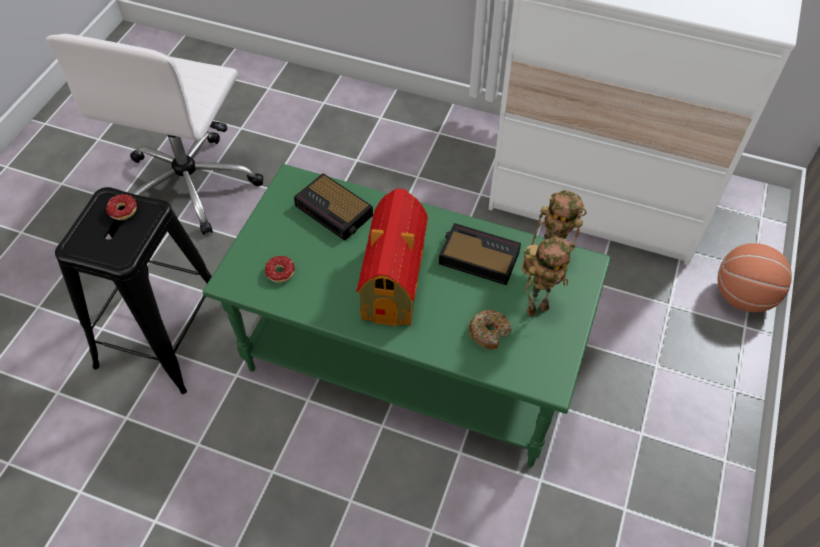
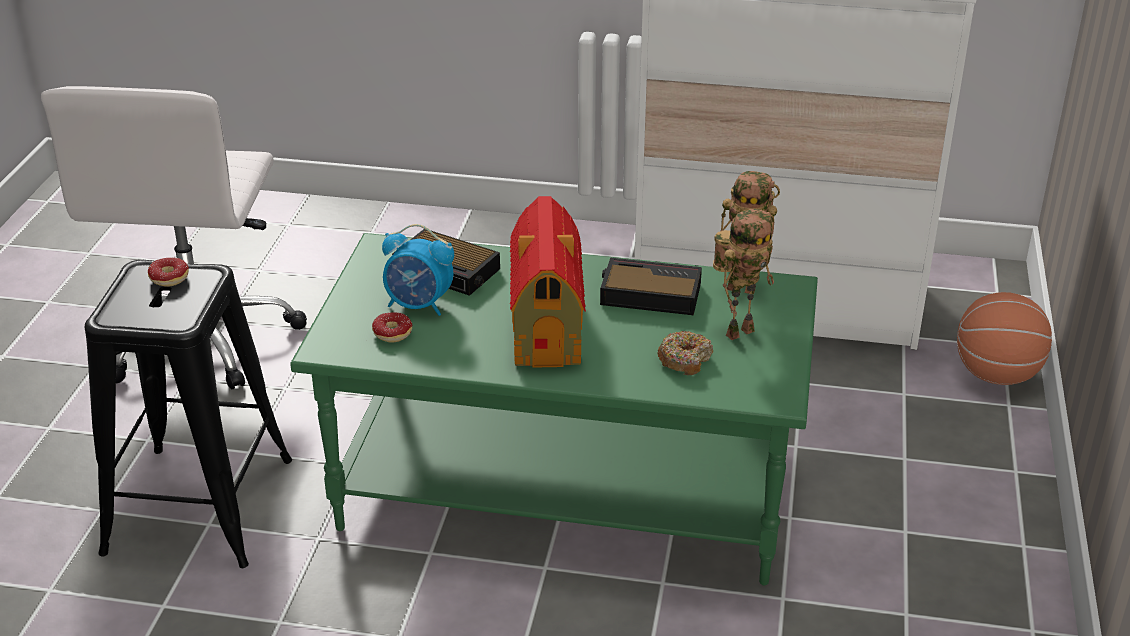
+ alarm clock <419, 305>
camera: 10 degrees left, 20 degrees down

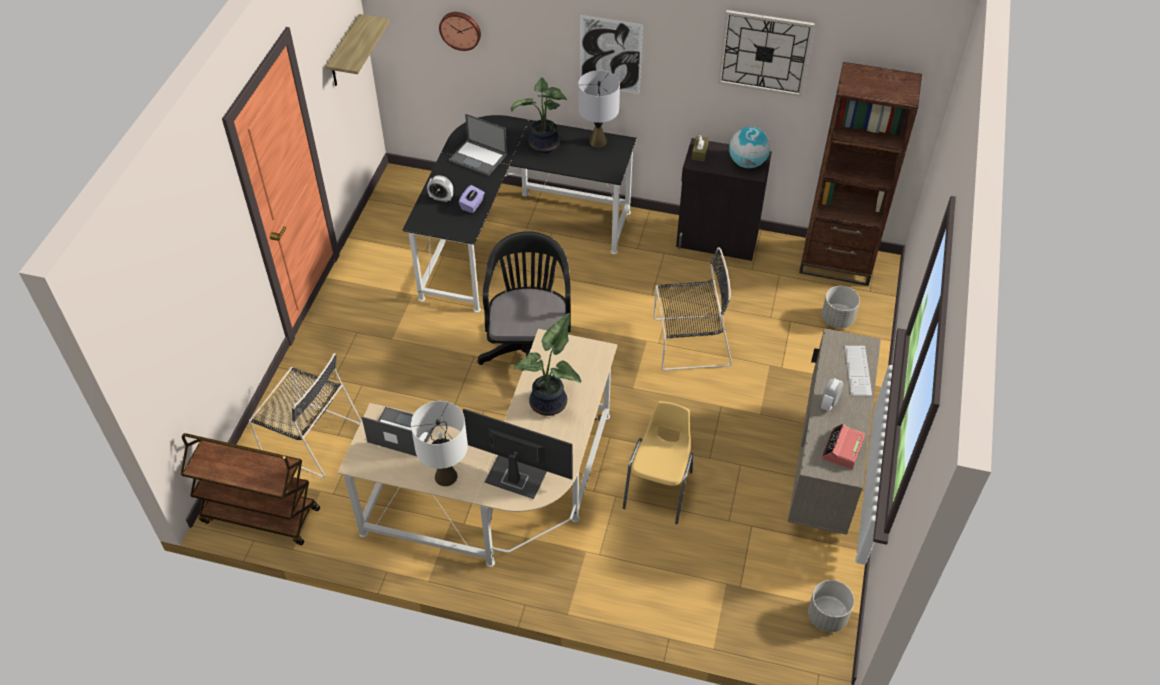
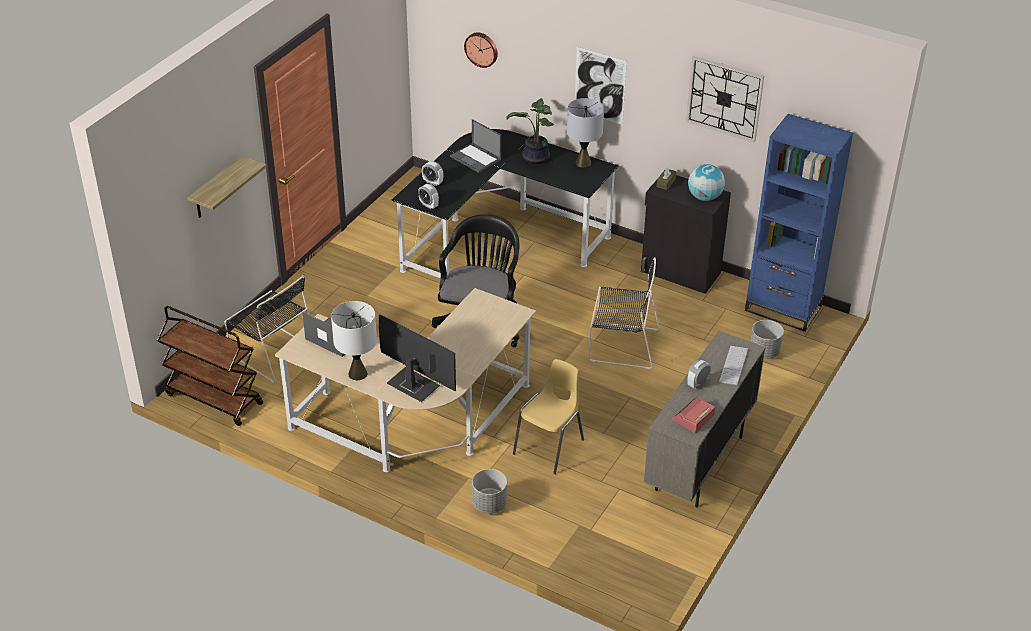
~ shelf <344, 53> to <216, 188>
+ alarm clock <428, 205>
~ grey flower pot <827, 616> to <489, 504>
~ brown bookcase <836, 262> to bluish bookcase <783, 309>
- purple tissue box <472, 205>
- potted plant <551, 402>
camera: 15 degrees right, 10 degrees down

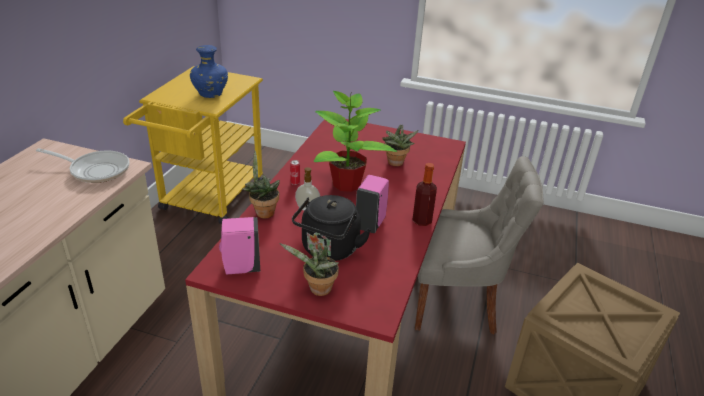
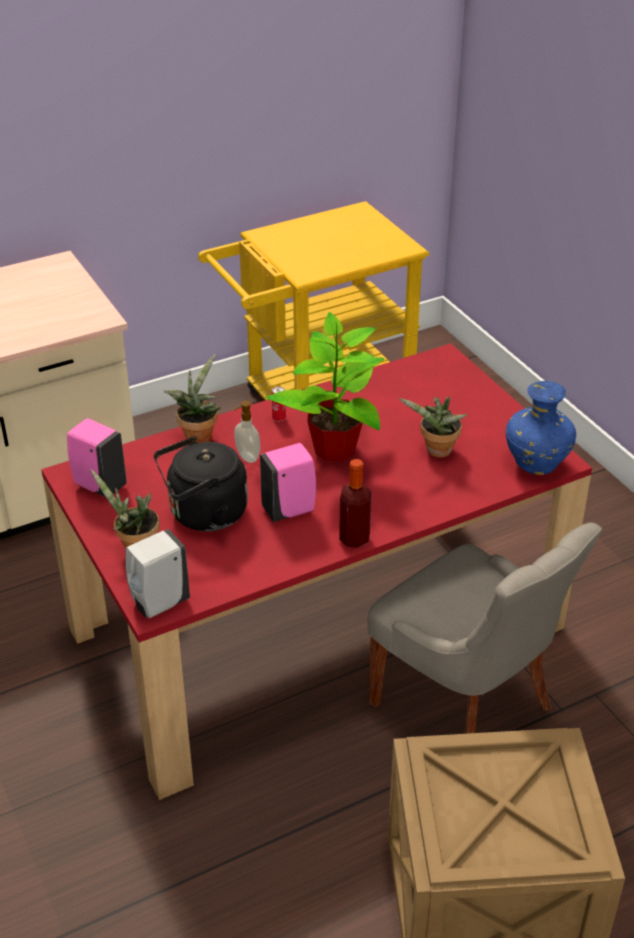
+ whitish soap bottle <158, 604>
~ bluish flower vase <210, 94> to <536, 463>
- pan <96, 170>
camera: 45 degrees right, 5 degrees up

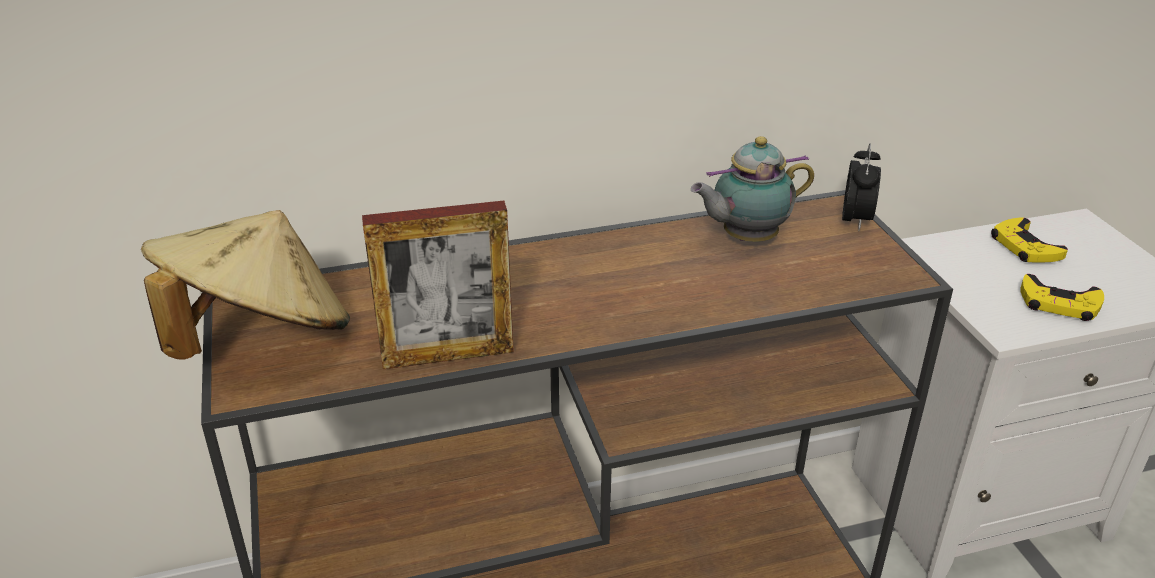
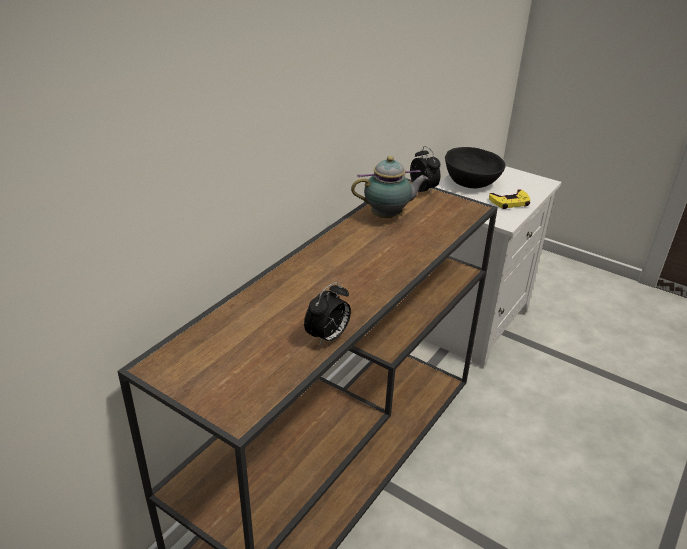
~ standing frame <448, 355> to alarm clock <328, 337>
~ pot for tea <745, 238> = <388, 217> 135 degrees counterclockwise
~ yellow joypad <1024, 247> to blackish serving bowl <470, 182>
- sand-coloured hat <259, 338>
camera: 40 degrees left, 0 degrees up

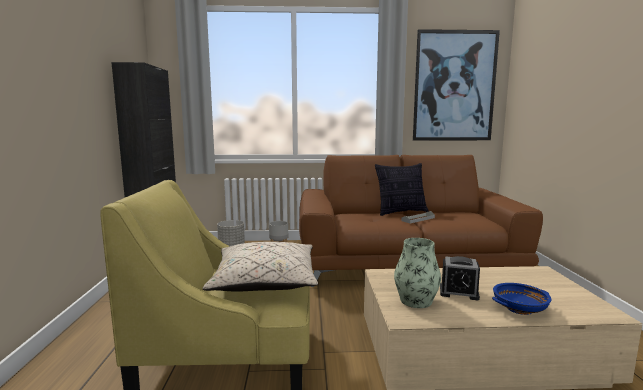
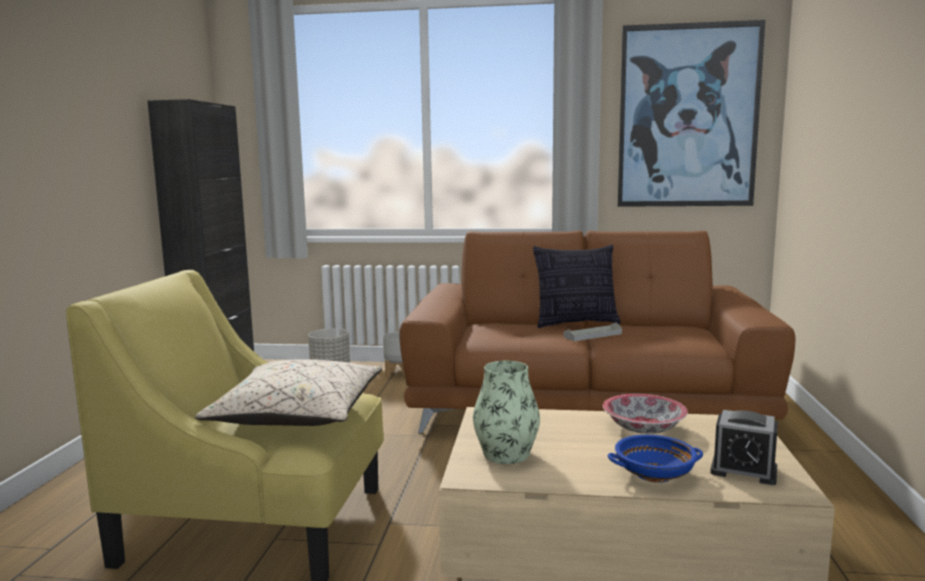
+ serving bowl <643, 428>
~ alarm clock <459, 292> to <743, 470>
camera: 10 degrees right, 0 degrees up

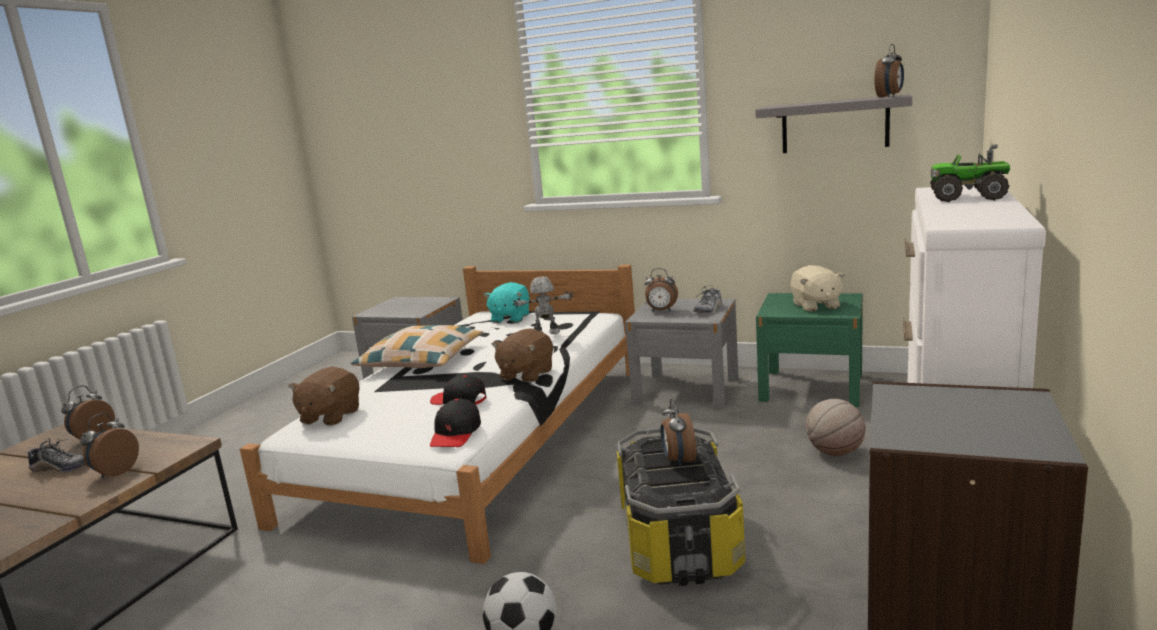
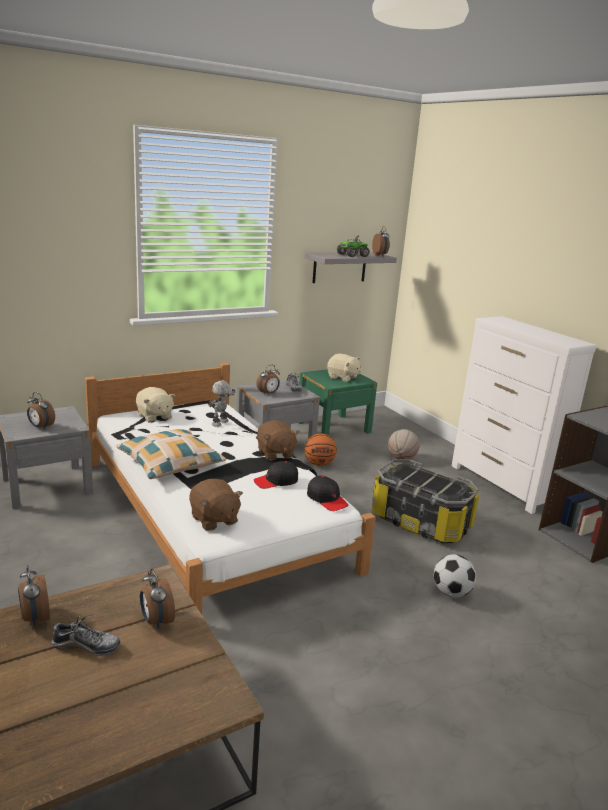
~ alarm clock <678, 460> to <40, 427>
~ shoe <61, 468> = <86, 646> 45 degrees clockwise
~ turquoise-coloured cuddly toy <510, 318> to sand-coloured cuddly toy <154, 417>
+ basketball ball <319, 464>
~ toy truck <969, 197> to <353, 255>
camera: 55 degrees left, 5 degrees up

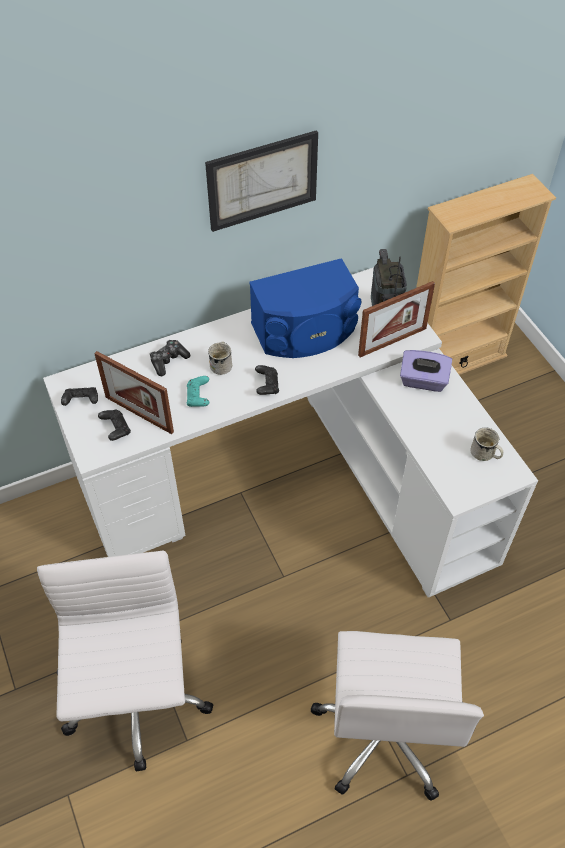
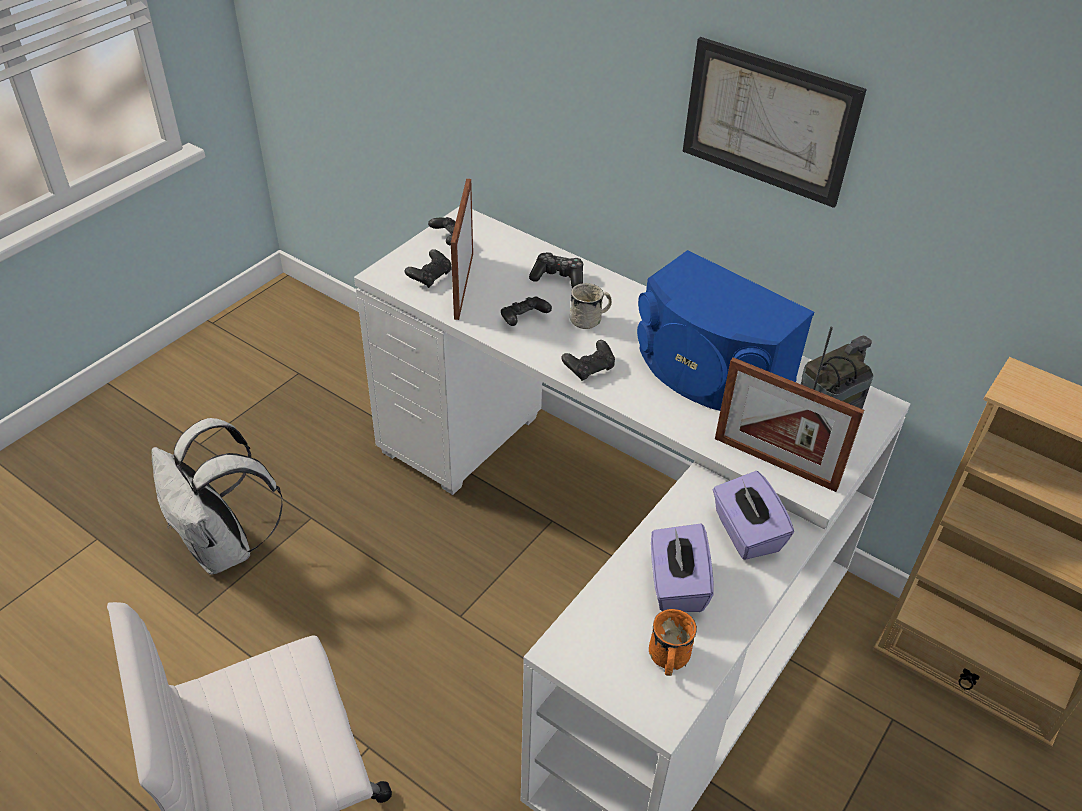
~ whitish computer chair <137, 703> to whitish knapsack <224, 548>
~ turquoise-coloured joypad <198, 397> to blackish joypad <524, 320>
~ whitish mug <485, 454> to orange-coloured mug <667, 660>
+ purple tissue box <676, 584>
camera: 60 degrees right, 10 degrees down

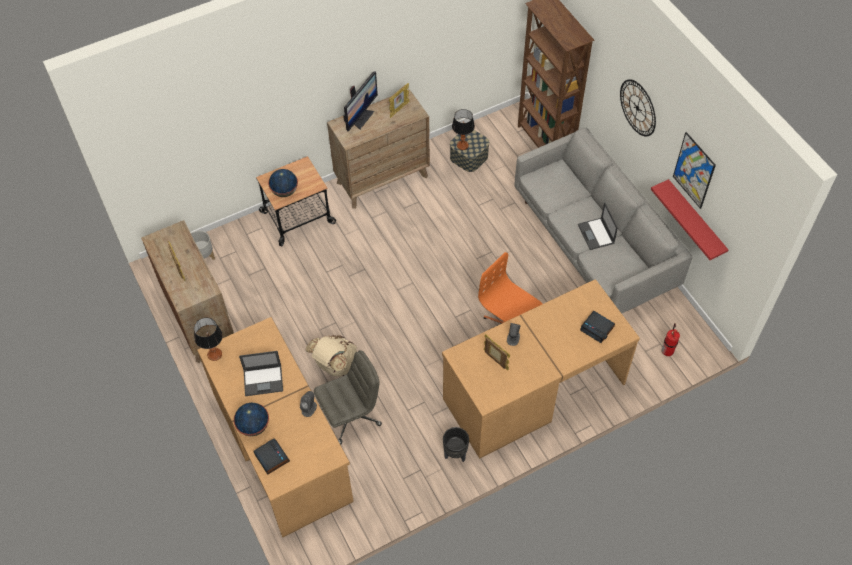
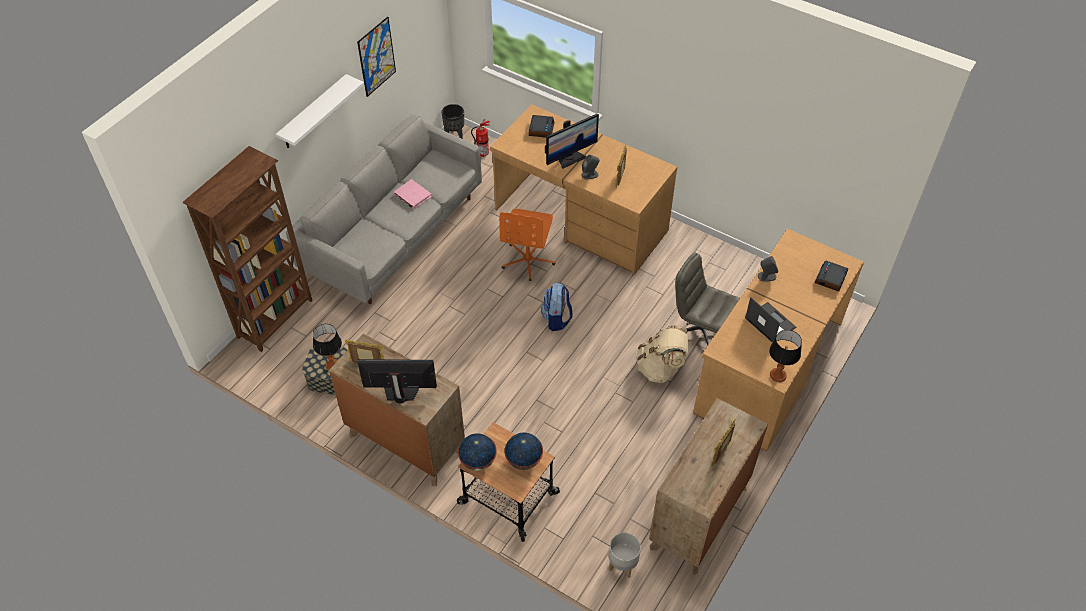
~ clock on the wall <637, 108> to whitish shelf <313, 113>
~ notebook computer <596, 234> to pink book <412, 196>
~ blackish flower pot <455, 454> to <455, 135>
~ globe <253, 426> to <477, 461>
+ knapsack <557, 319>
+ computer screen <570, 158>
- reddish shelf <695, 220>
camera: 120 degrees left, 5 degrees down

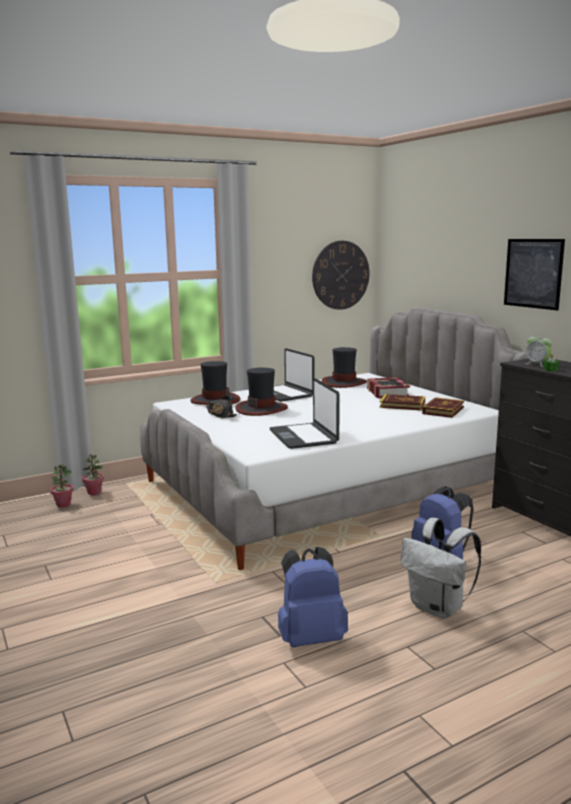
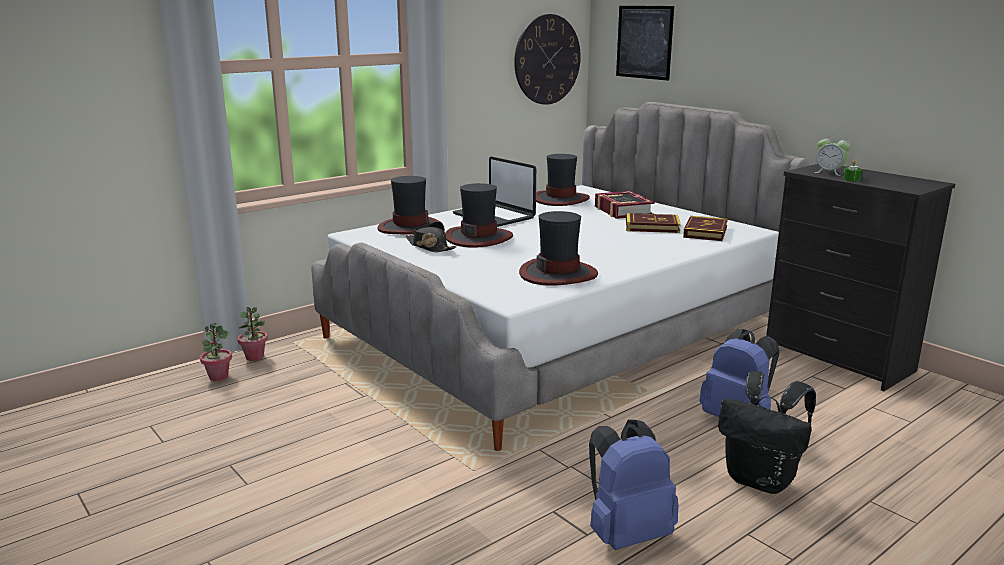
~ notebook computer <304, 437> to hat <558, 274>
~ wall art <533, 273> to <644, 42>
~ whitish knapsack <438, 608> to blackish knapsack <761, 480>
camera: 10 degrees left, 5 degrees up

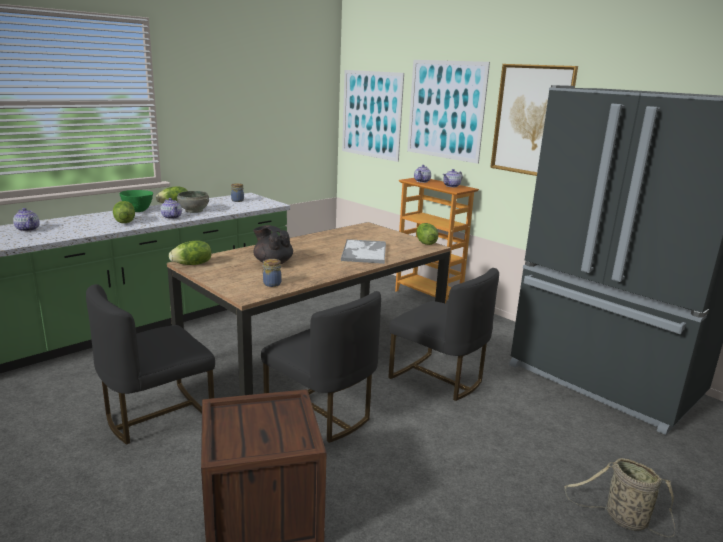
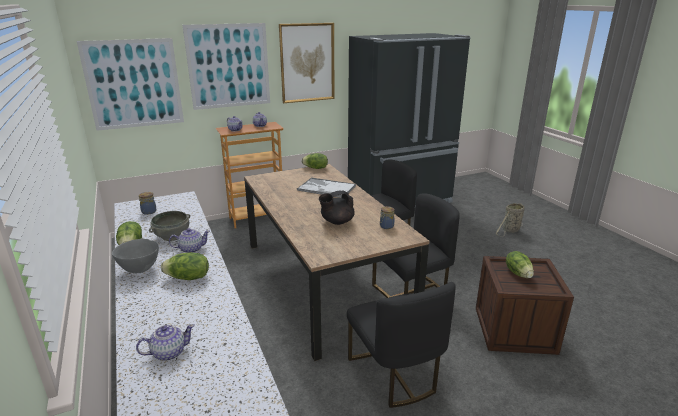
~ green-coloured serving bowl <138, 211> to grey serving bowl <140, 269>
~ head of lettuce <192, 264> to <518, 273>
camera: 70 degrees left, 5 degrees up

